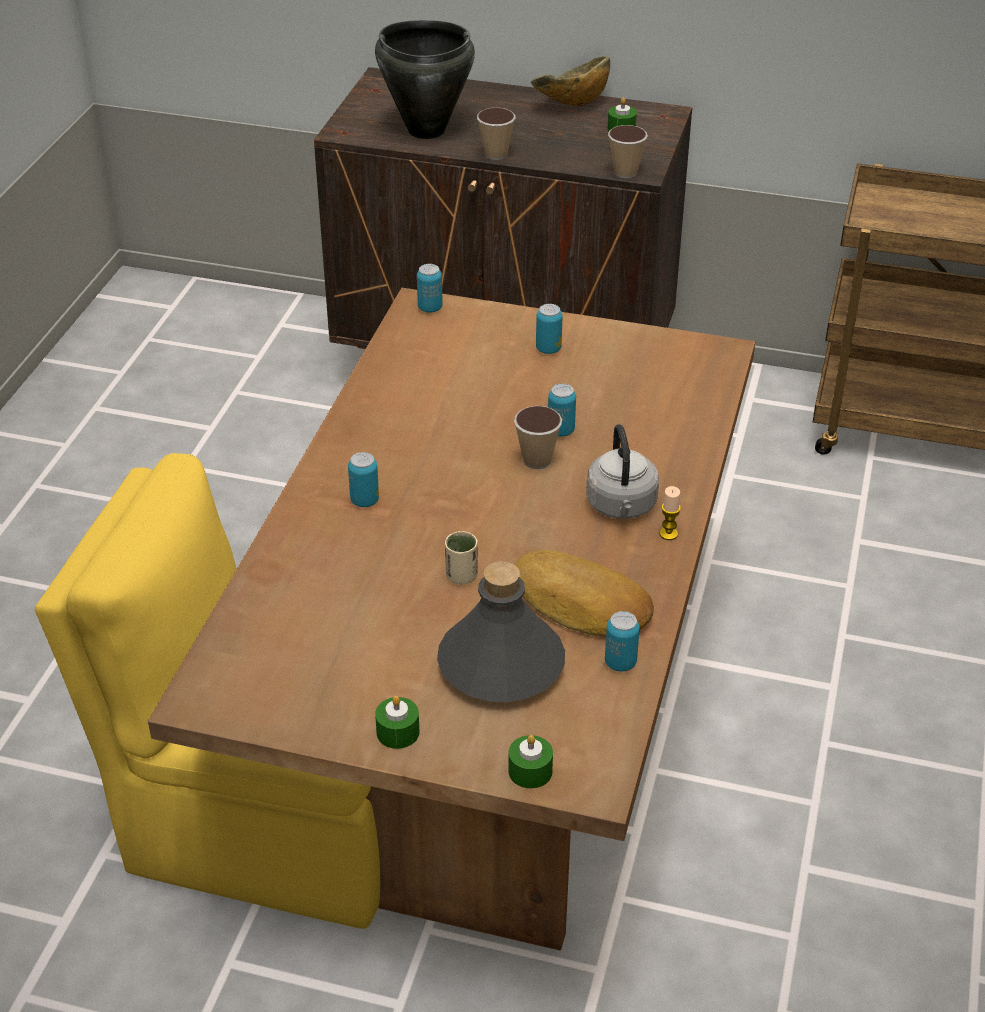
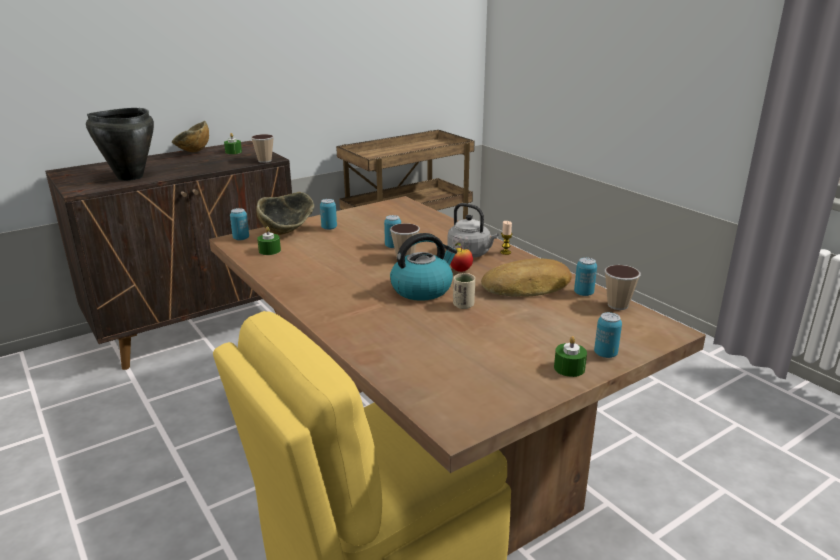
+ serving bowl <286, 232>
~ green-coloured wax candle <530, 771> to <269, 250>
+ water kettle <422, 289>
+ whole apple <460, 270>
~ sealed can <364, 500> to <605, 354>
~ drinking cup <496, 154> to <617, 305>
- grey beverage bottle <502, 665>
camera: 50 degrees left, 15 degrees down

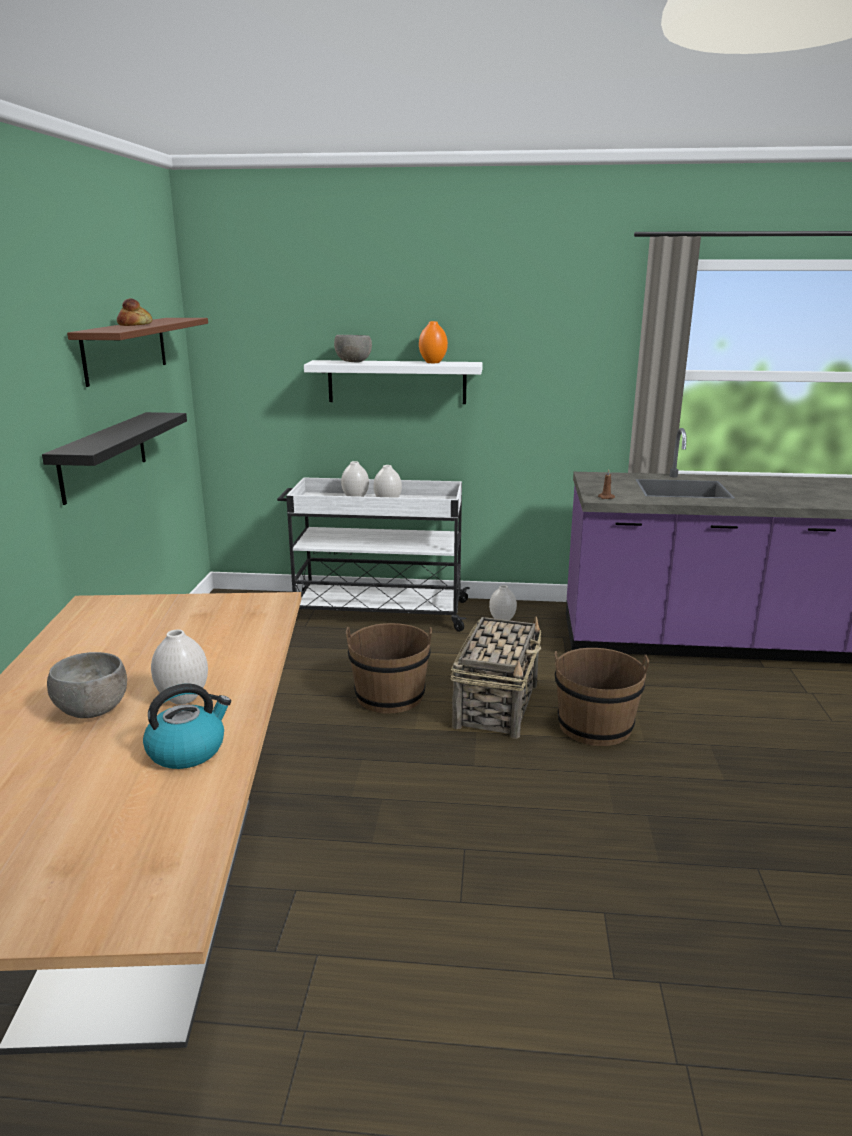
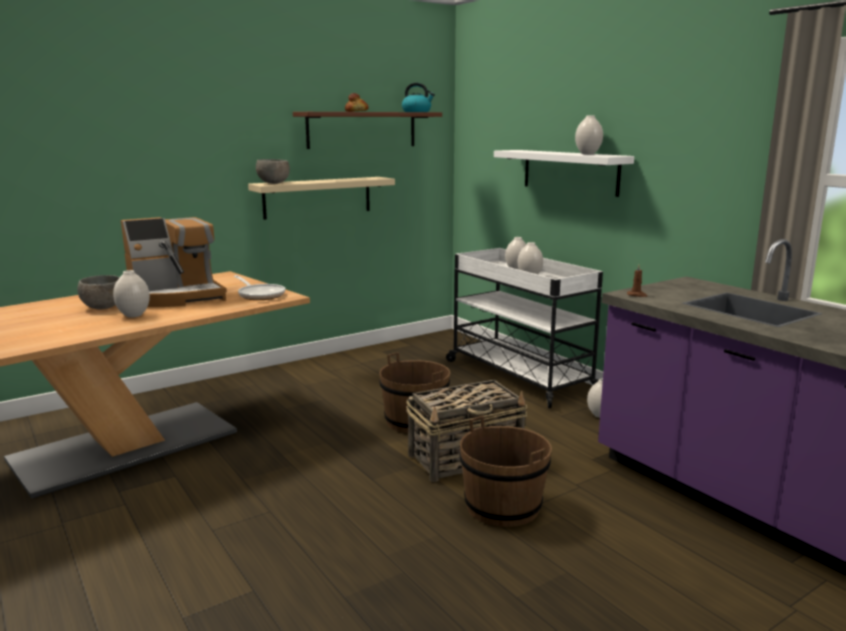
+ coffee maker <176, 297>
+ pan <260, 295>
~ blackish shelf <103, 456> to sand-coloured shelf <317, 197>
~ grey serving bowl <354, 362> to <273, 183>
~ water kettle <188, 750> to <417, 112>
~ orange-coloured flower vase <432, 362> to whitish flower vase <587, 154>
camera: 50 degrees right, 5 degrees down

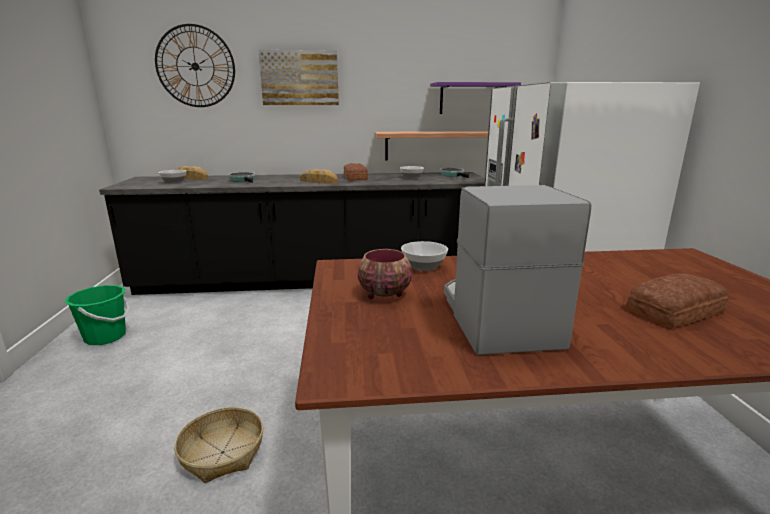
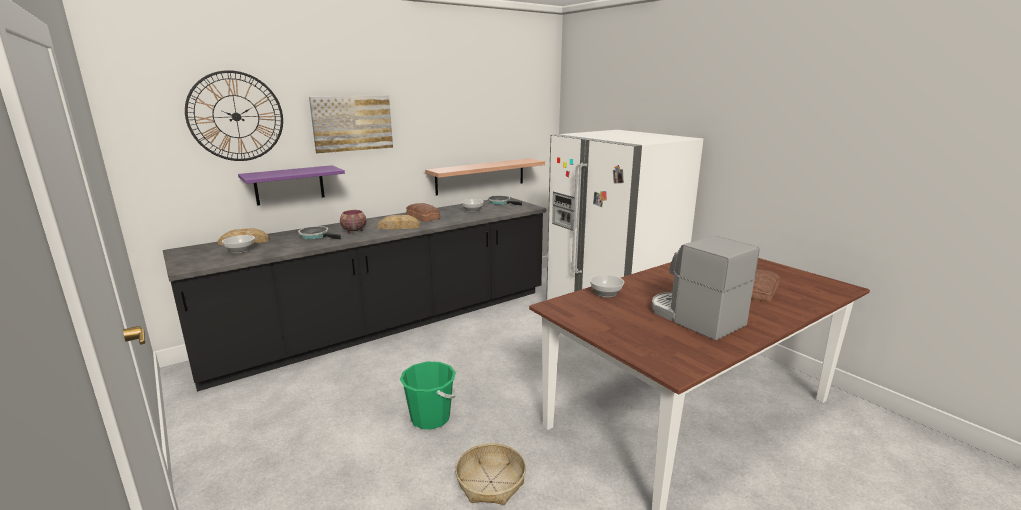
~ purple shelf <468, 99> to <289, 185>
~ serving bowl <383, 294> to <353, 231>
~ green-coloured pail <105, 337> to <430, 418>
camera: 30 degrees left, 0 degrees up

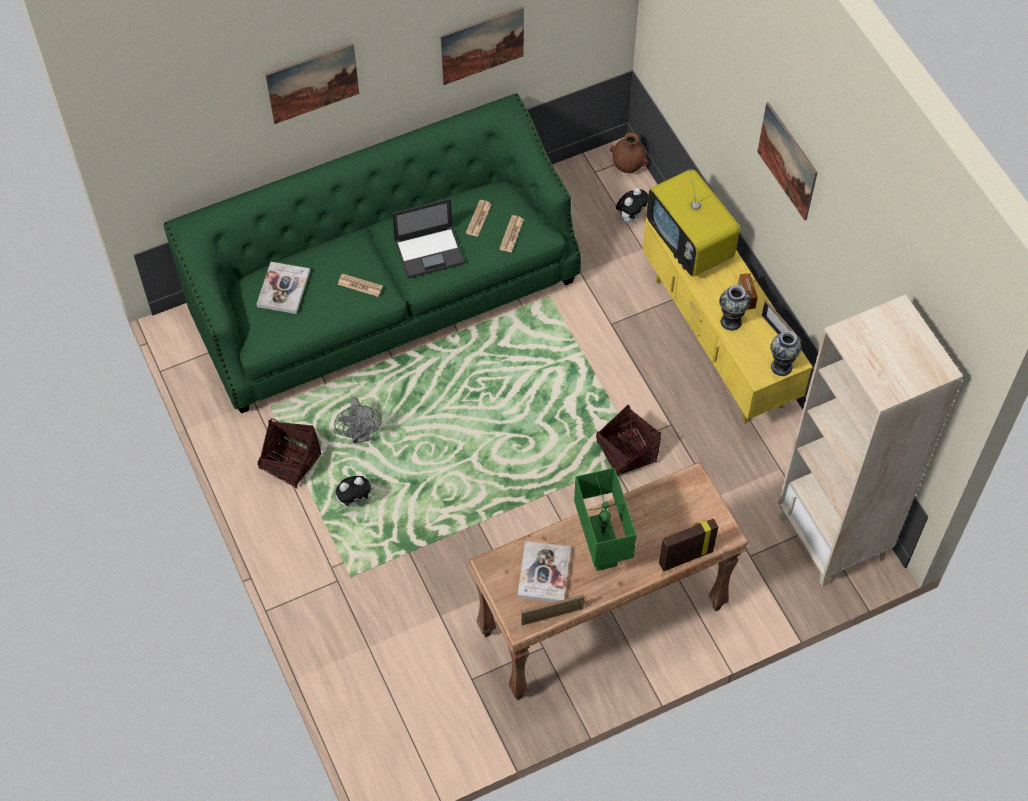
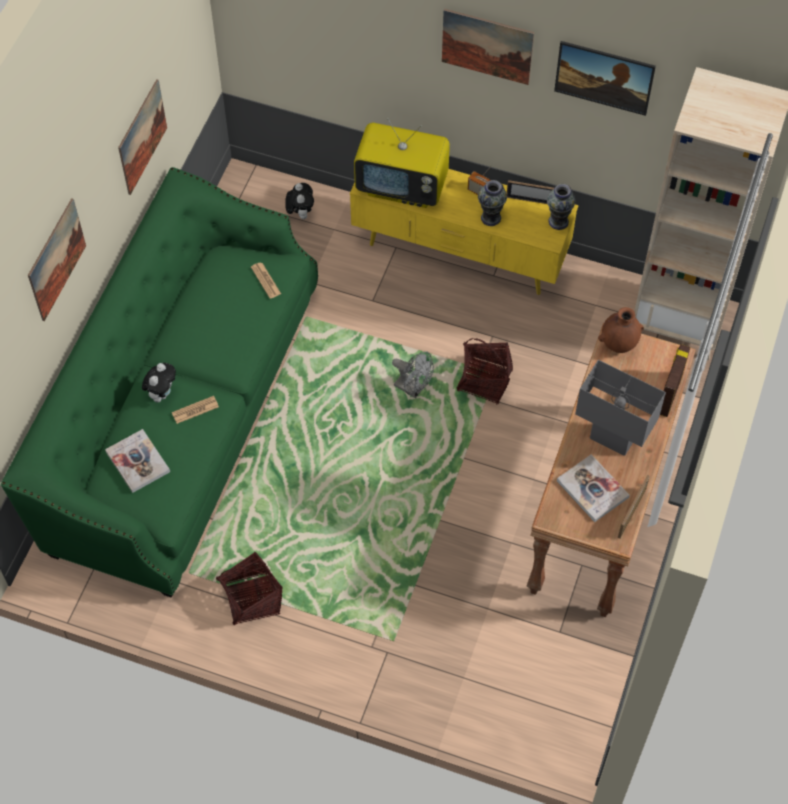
~ cuddly toy <355, 501> to <162, 393>
~ grey cooling fan <360, 435> to <413, 389>
+ wall art <602, 89>
~ green-coloured lamp for a table <601, 550> to grey lamp for a table <611, 439>
~ brown flower vase <628, 167> to <618, 344>
- notebook computer <430, 252>
- daily paper <478, 218>
camera: 45 degrees left, 0 degrees up

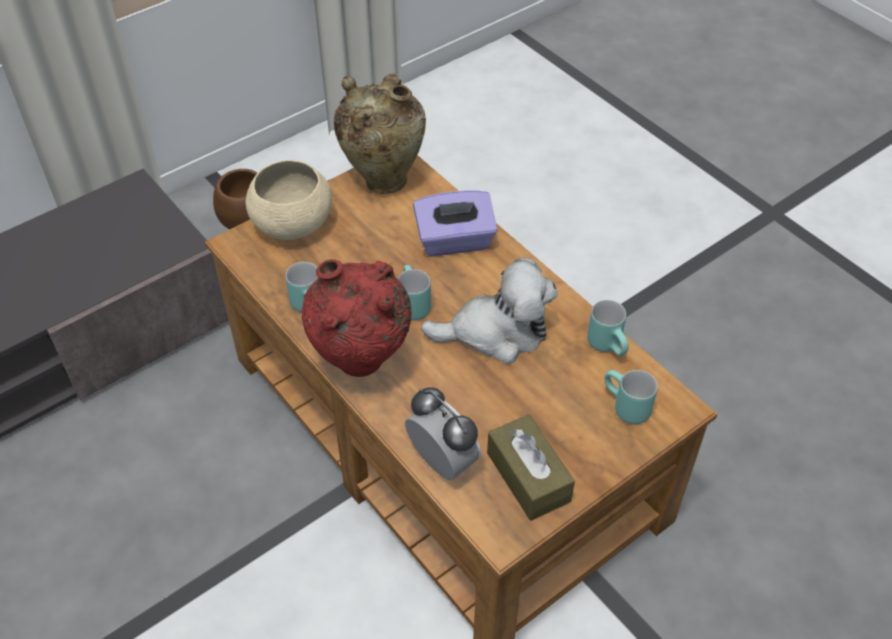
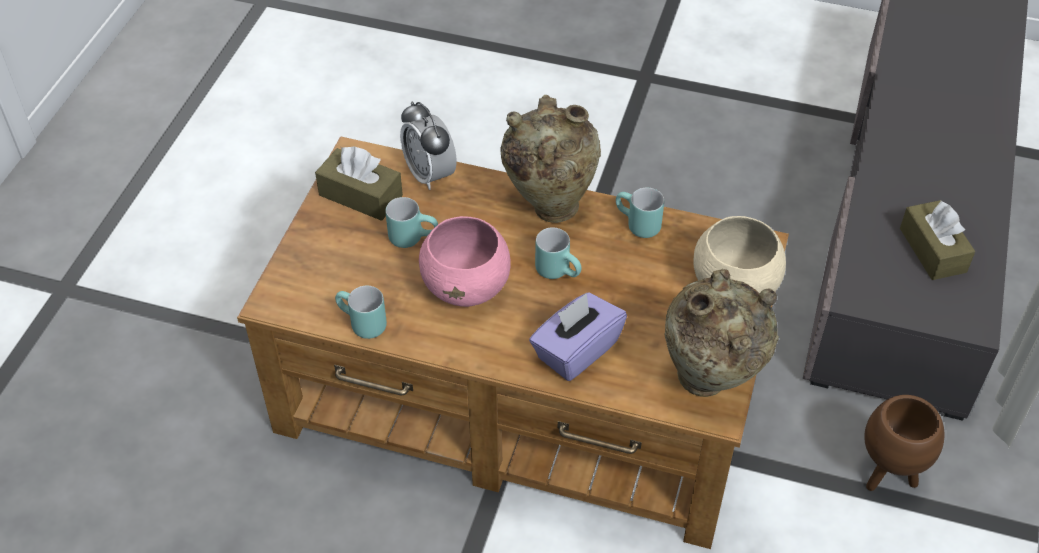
~ turquoise-coloured mug <623, 408> to <413, 237>
~ alarm clock <442, 462> = <430, 174> 45 degrees clockwise
~ cuddly toy <496, 332> to pink serving bowl <467, 285>
~ reddish flower vase <362, 366> to sand-coloured flower vase <549, 205>
+ brown tissue box <932, 250>
camera: 145 degrees right, 0 degrees up

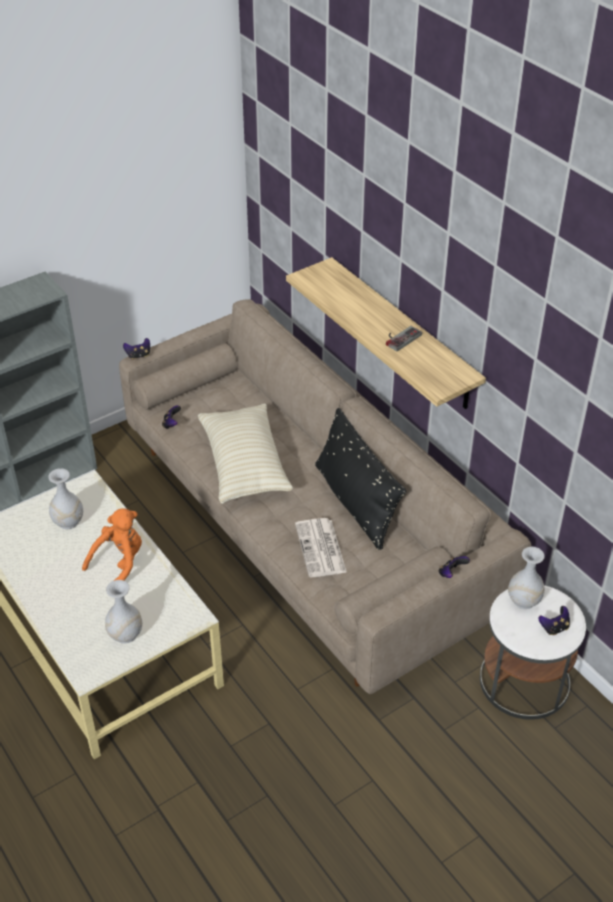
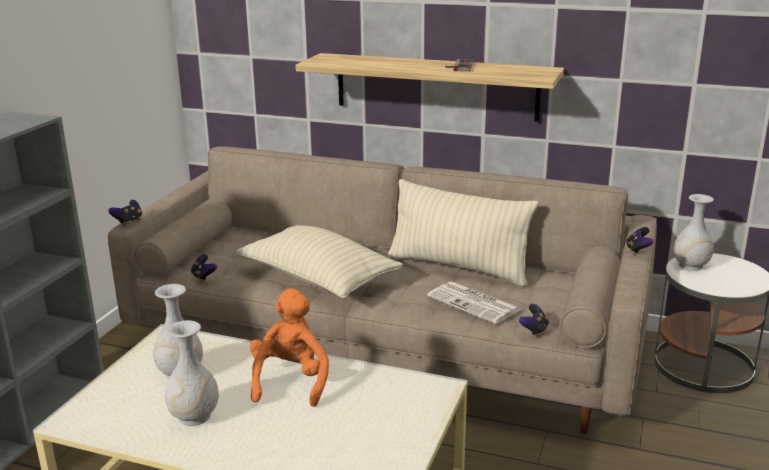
~ whitish flower vase <126, 635> to <195, 416>
~ blackish cushion <355, 503> to sand-coloured cushion <458, 267>
~ joypad <554, 628> to <534, 330>
camera: 35 degrees left, 20 degrees down

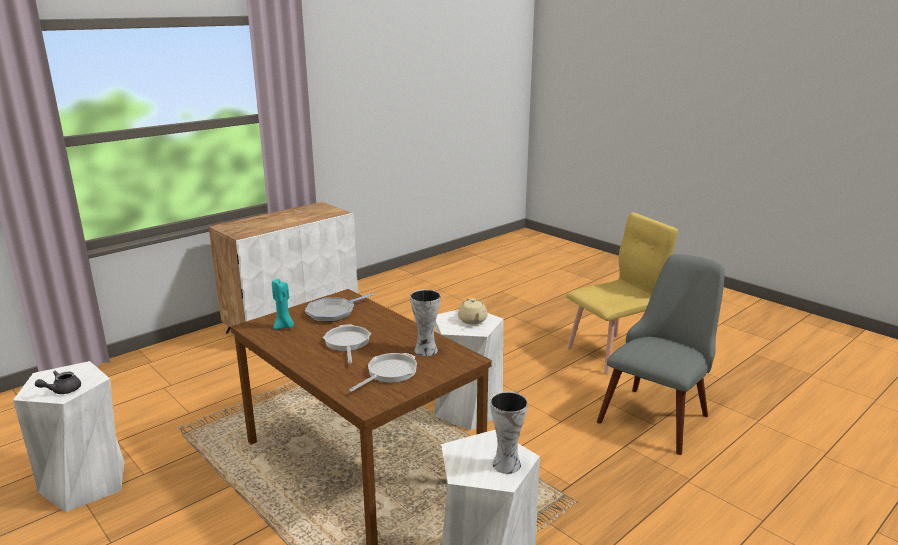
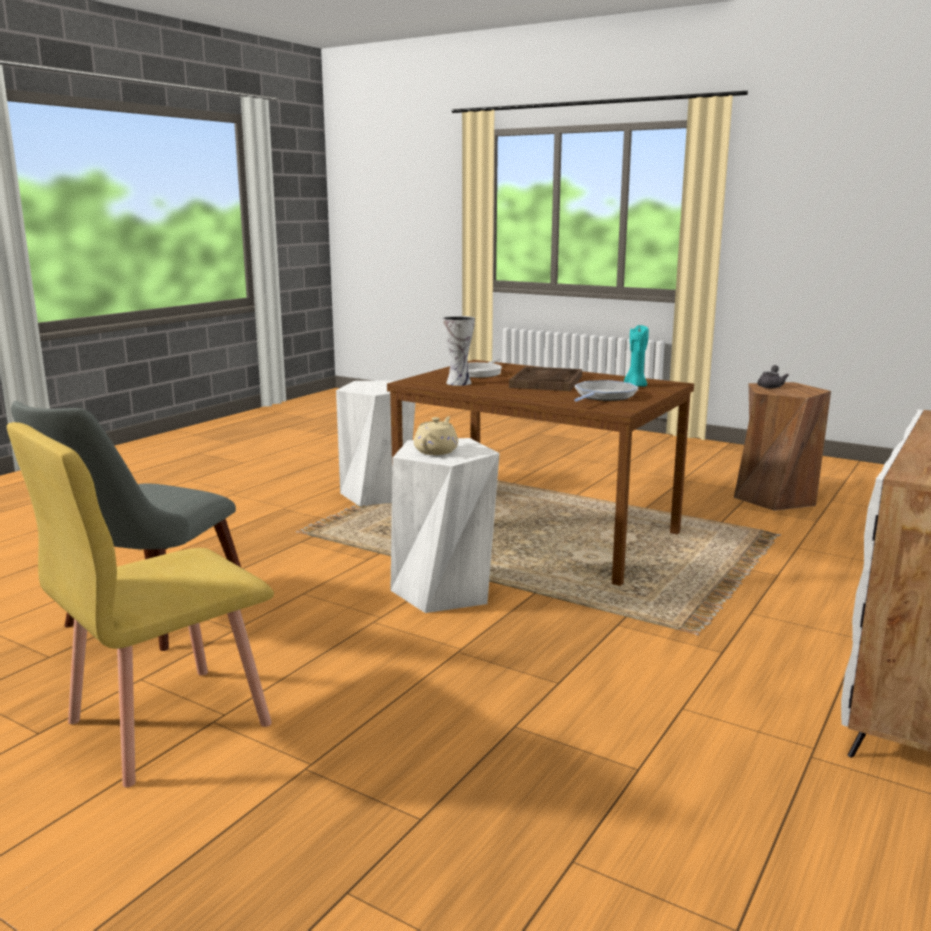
~ sand-coloured pot for tea <472, 320> = <436, 451> 45 degrees clockwise
~ pan <347, 343> to brown tray <546, 382>
~ whitish sitting stool <85, 483> to brown sitting stool <774, 498>
- flower vase <505, 463>
camera: 165 degrees right, 5 degrees down

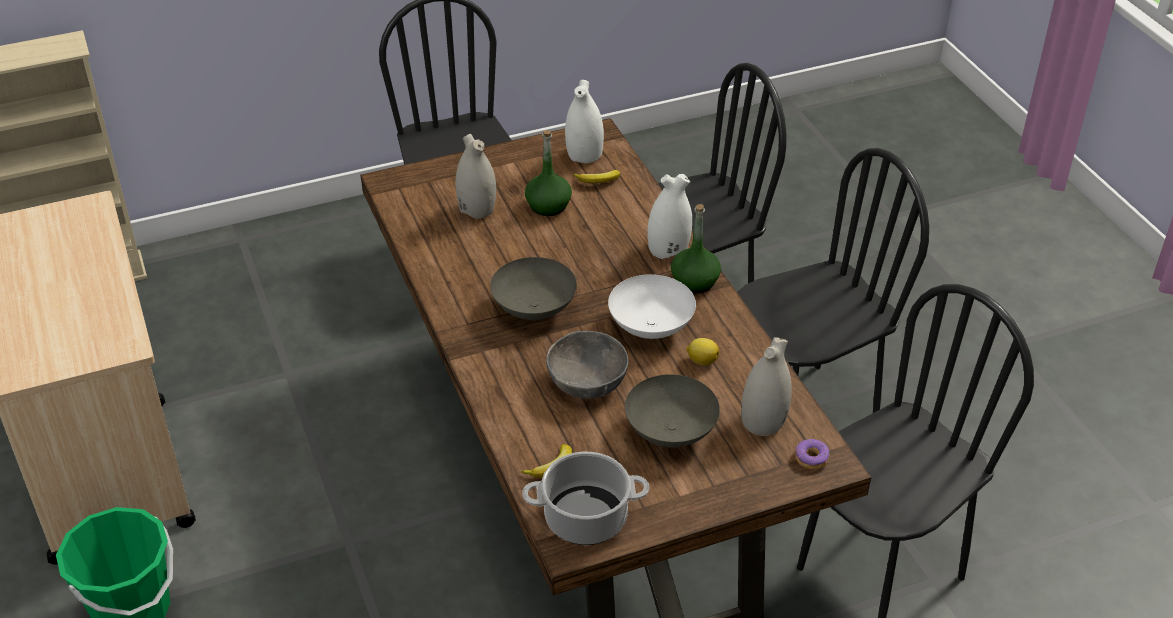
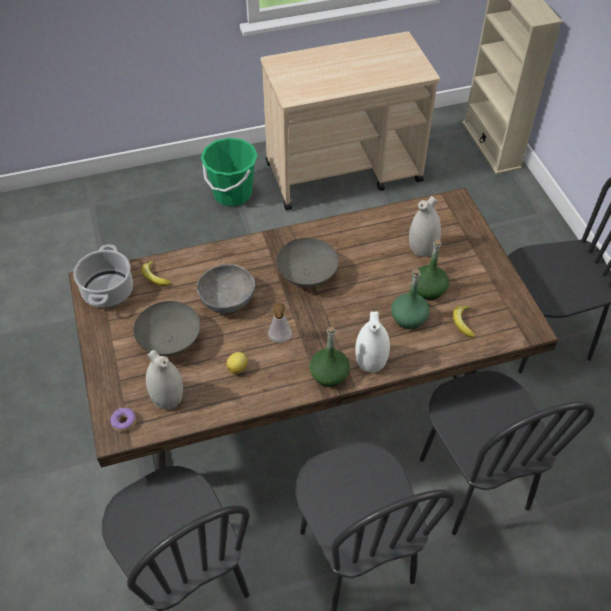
~ whitish serving bowl <650, 326> to soap bottle <280, 340>
+ green-coloured beverage bottle <409, 318>
- whitish flower vase <584, 155>
camera: 95 degrees right, 10 degrees up

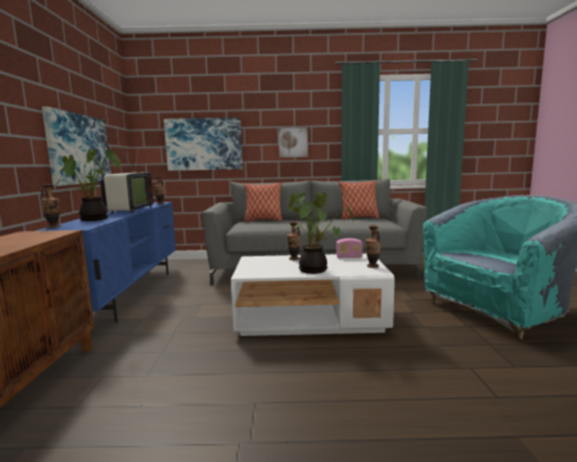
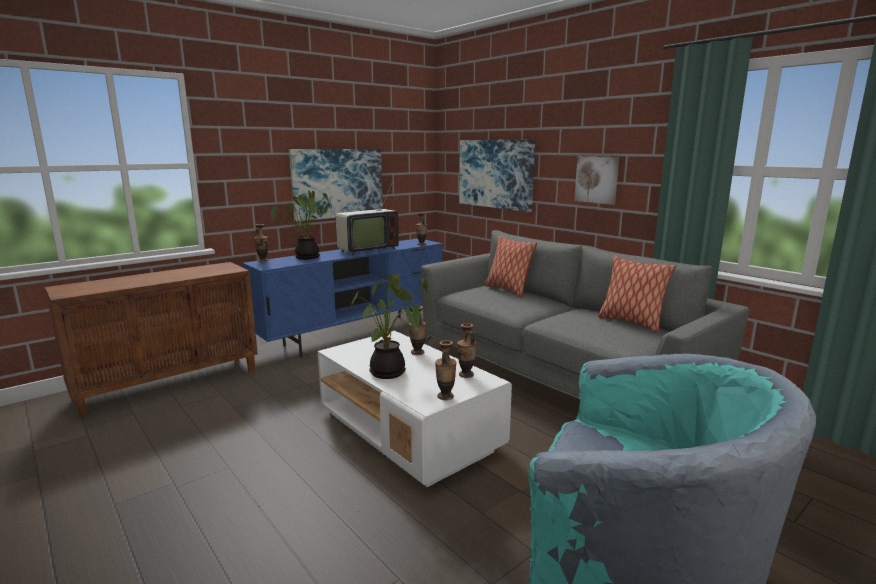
~ radio set <349, 257> to flower vase <466, 375>
camera: 50 degrees right, 5 degrees up

